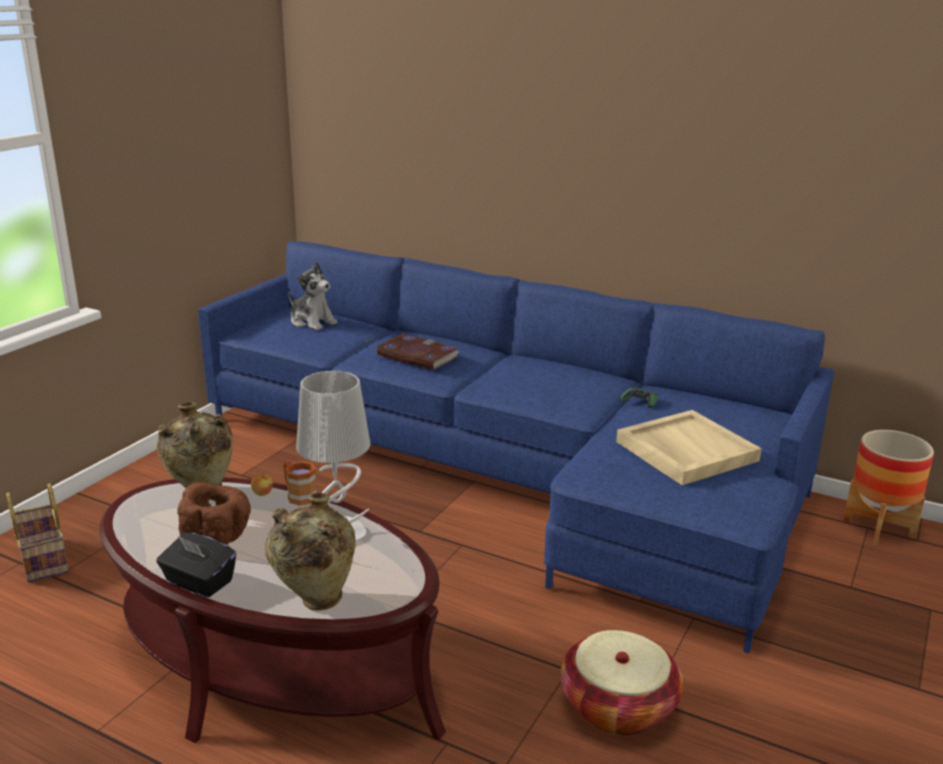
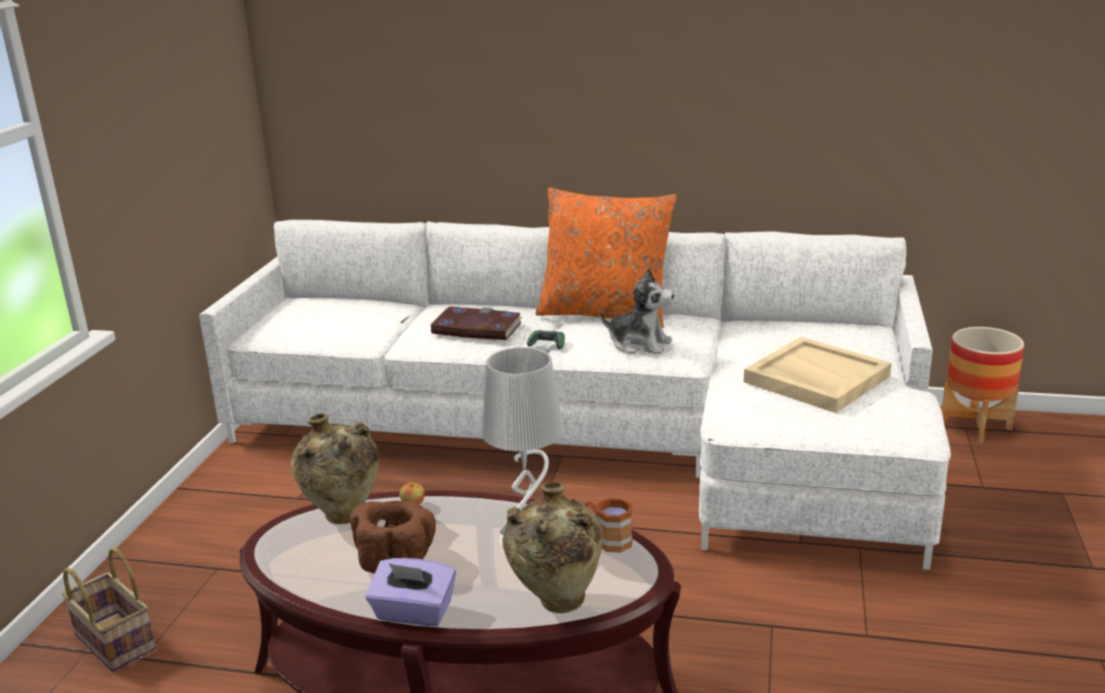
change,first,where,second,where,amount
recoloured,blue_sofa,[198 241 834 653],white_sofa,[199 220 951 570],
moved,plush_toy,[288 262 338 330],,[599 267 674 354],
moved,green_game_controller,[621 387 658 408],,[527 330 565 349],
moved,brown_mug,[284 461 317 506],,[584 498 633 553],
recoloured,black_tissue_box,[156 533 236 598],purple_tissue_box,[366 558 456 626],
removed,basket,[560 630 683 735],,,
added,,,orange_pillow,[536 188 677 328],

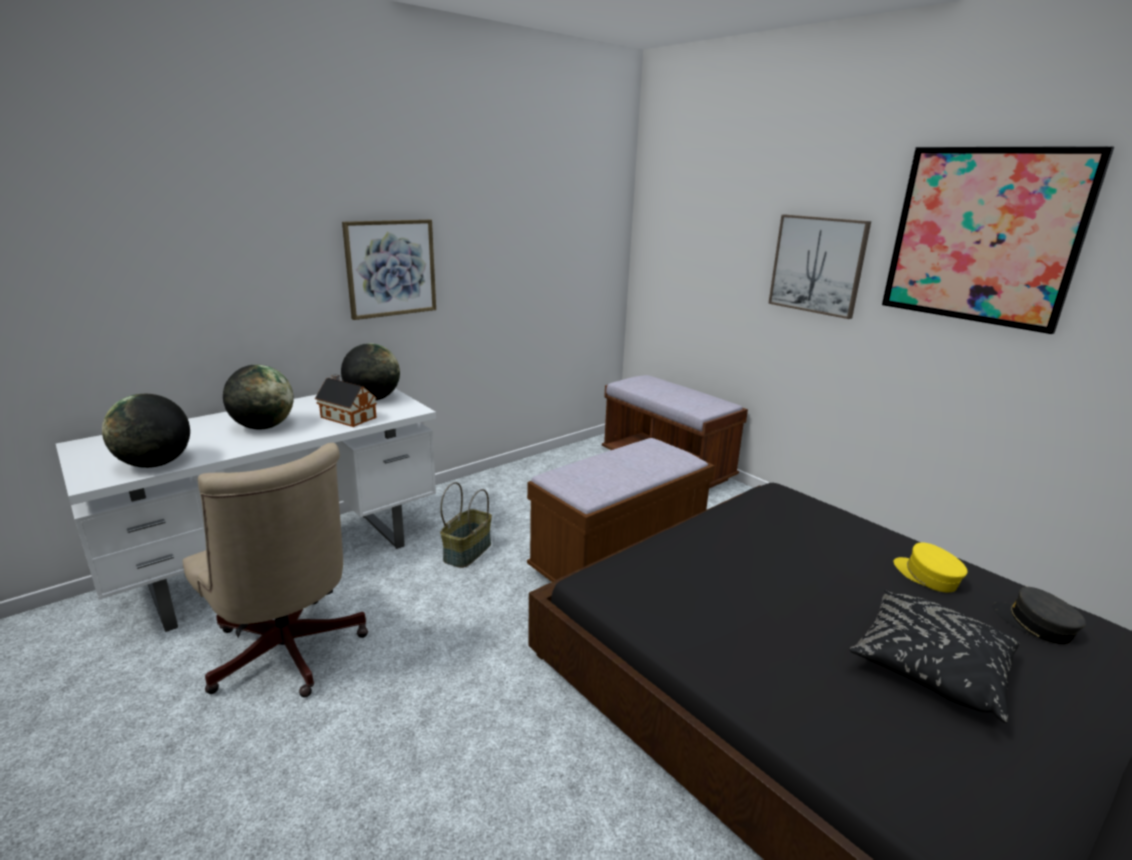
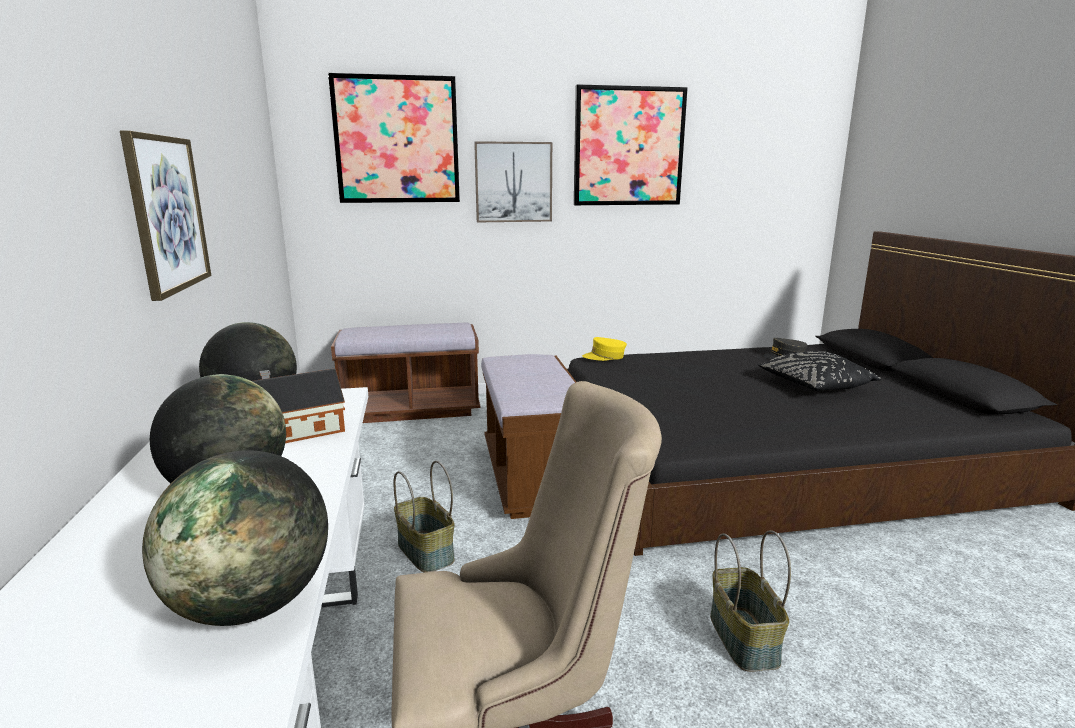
change,first,where,second,where,amount
moved,yellow_cap,[893 542 968 592],,[582 337 627 361],
added,,,picture,[328 73 460 203],
added,,,basket,[710 530 791 672],

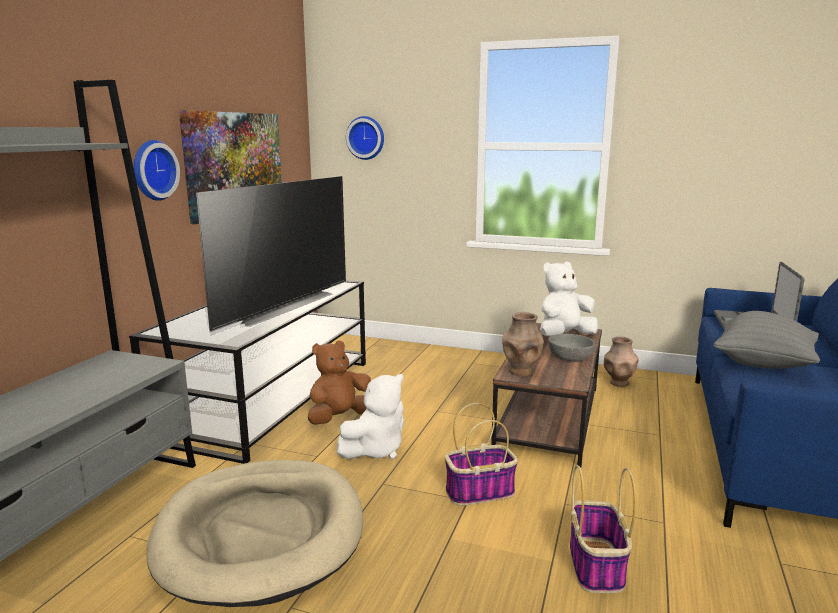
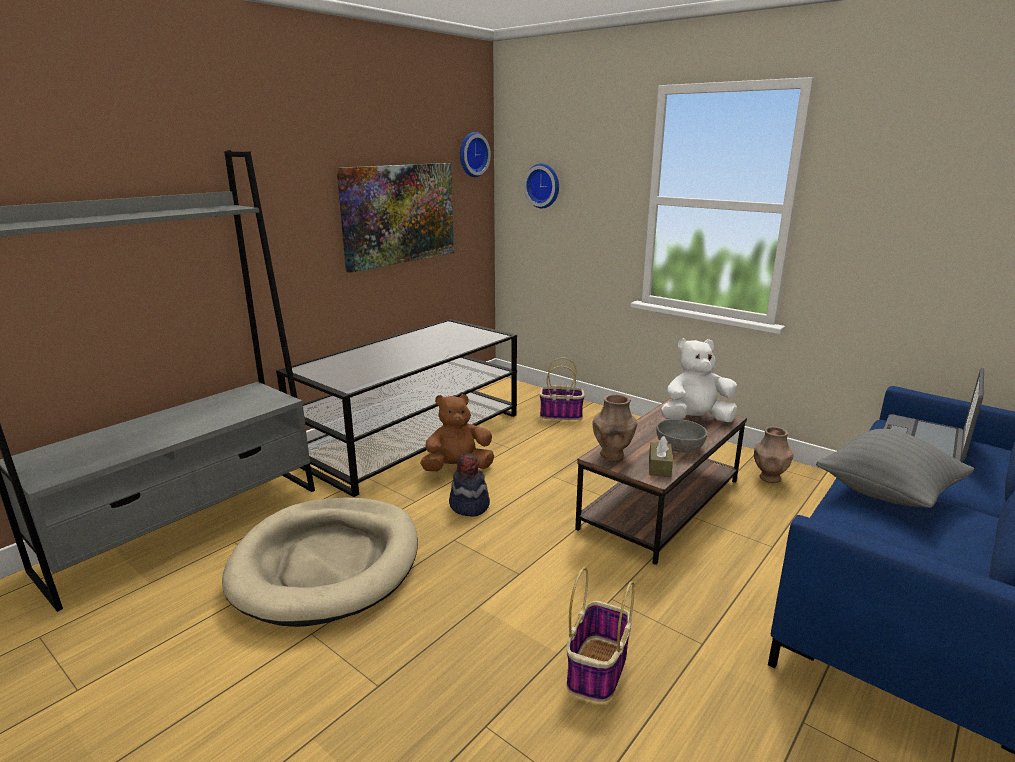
change,first,where,second,where,amount
moved,wall_clock,[134 140 180 201],,[460 132 491 177],
removed,television,[196 176 346 332],,,
replaced,white_plush_toy,[337 374 404 459],hat,[449 453 490 517],
moved,basket,[445 403 518 506],,[540 357 585 420],
added,,,brown_tissue_box,[649 436 673 477],

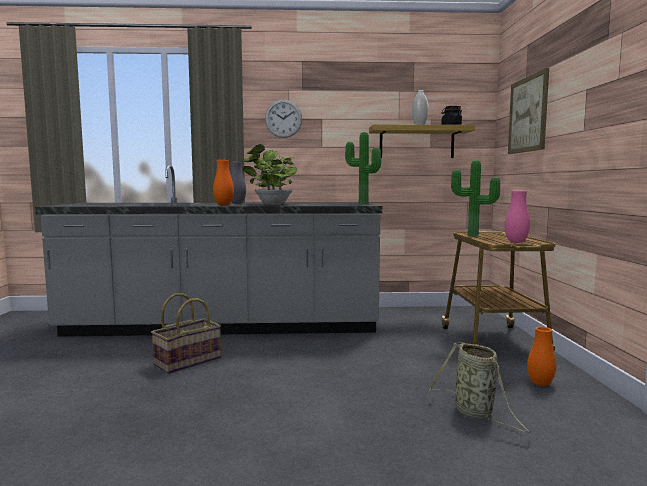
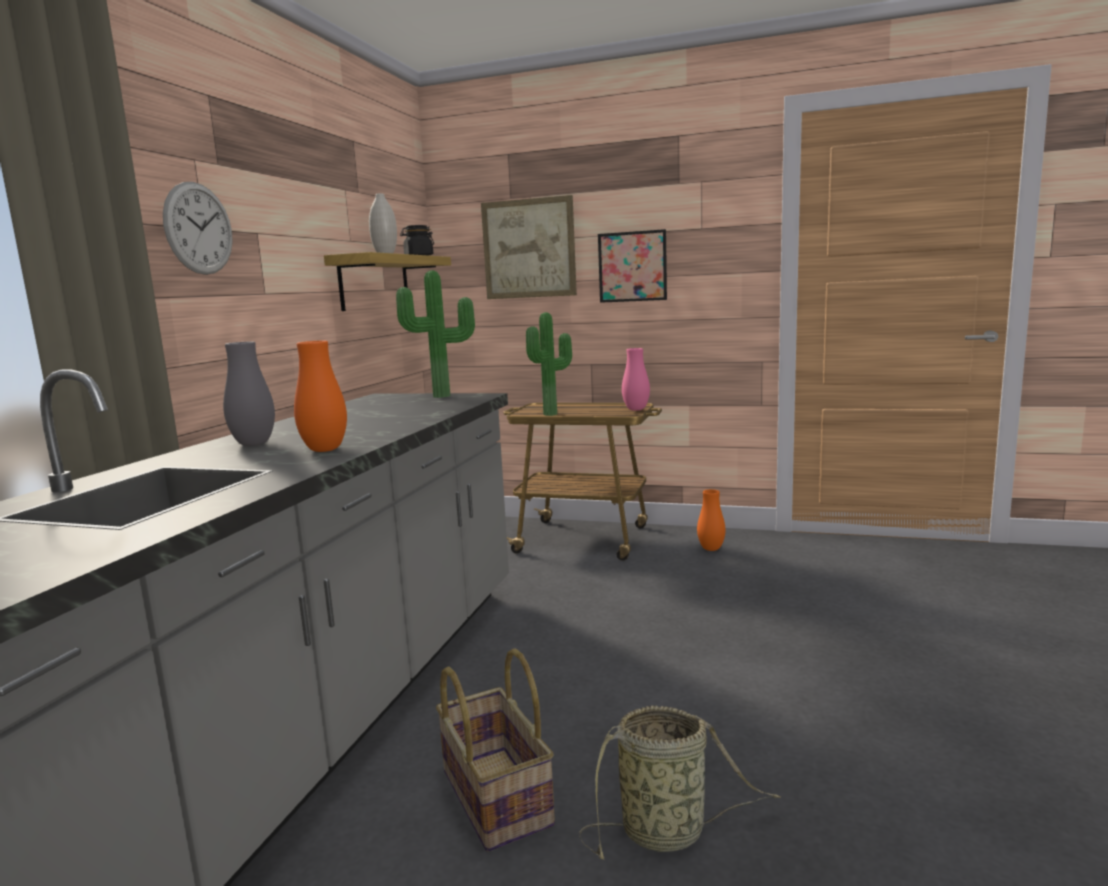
change,first,where,second,where,amount
removed,potted_plant,[243 144 297 205],,,
moved,basket,[429 342 531 433],,[579 705 781 860],
added,,,picture,[598 229 667 303],

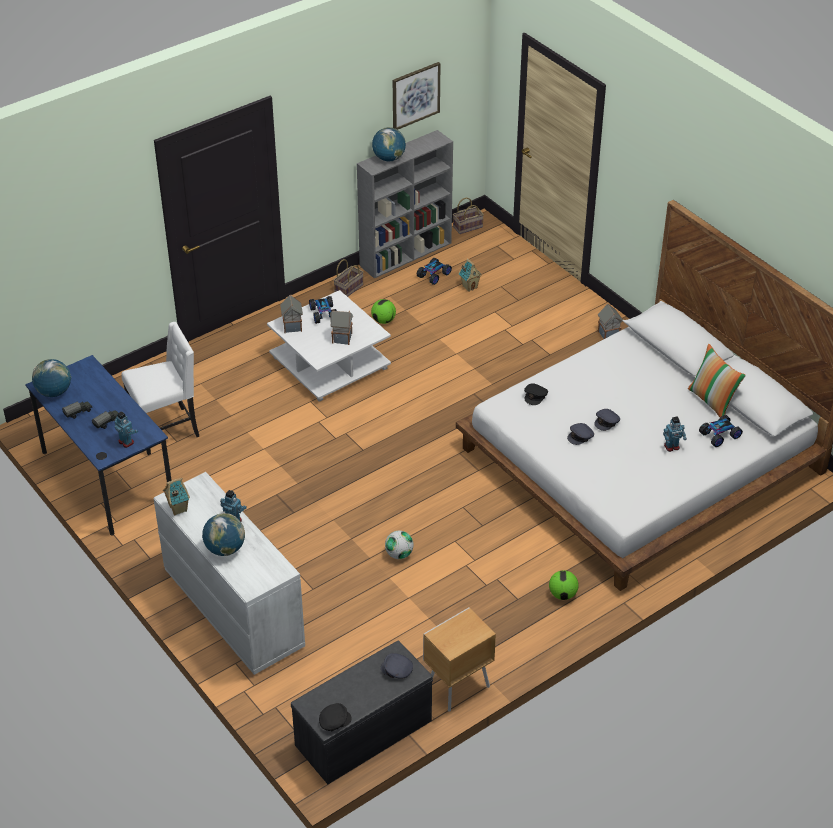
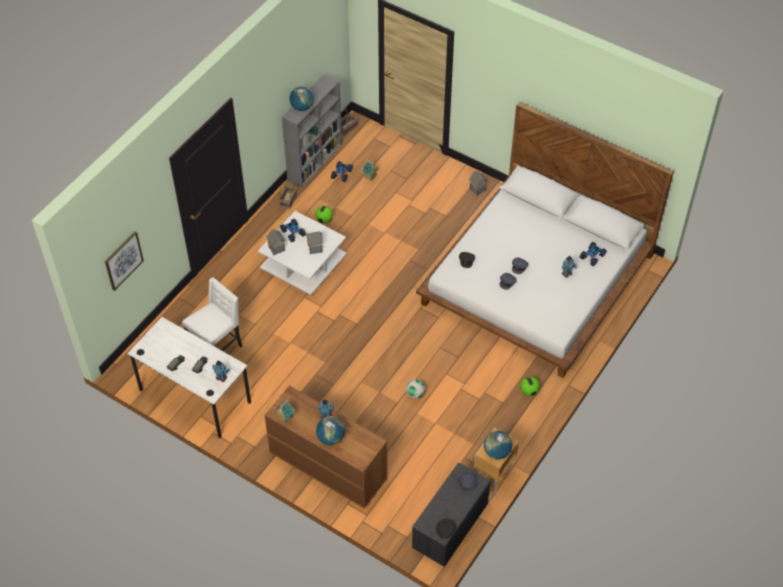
change,first,where,second,where,amount
moved,picture,[393 62 441 130],,[105 231 144 291],
removed,pillow,[688 344 746 417],,,
recoloured,blue_desk,[25 355 172 536],white_desk,[127 317 251 438],
moved,globe,[32 359 71 397],,[484 431 512 459],
recoloured,white_dresser,[153 472 305 675],brown_dresser,[265 385 387 509],

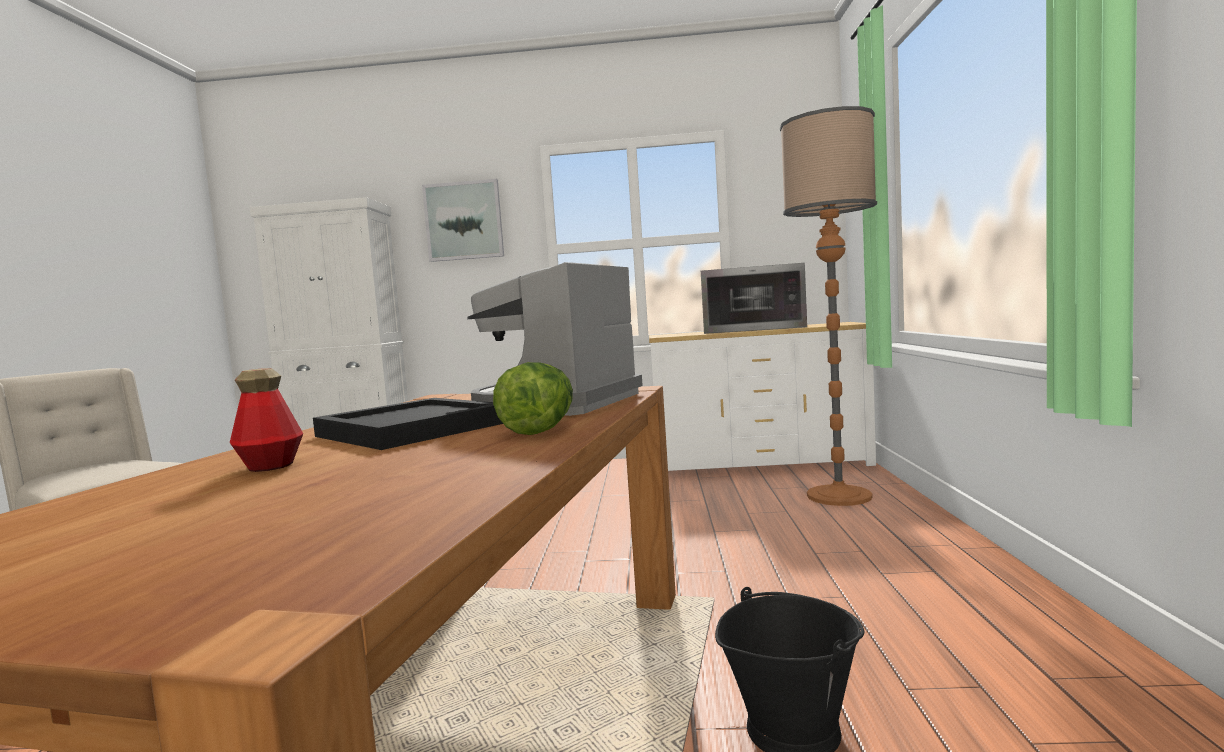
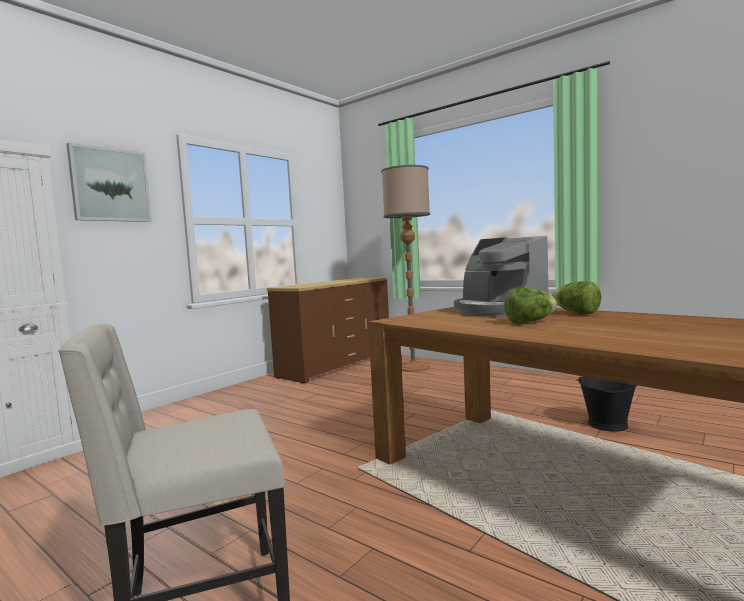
change,first,where,second,where,amount
removed,microwave,[701 263 807 334],,,
recoloured,white_dresser,[649 322 876 471],brown_dresser,[267 277 389 384],
removed,bottle,[230 368 303 472],,,
replaced,black_tray,[313 398 503 450],lettuce,[504 288 557 324],

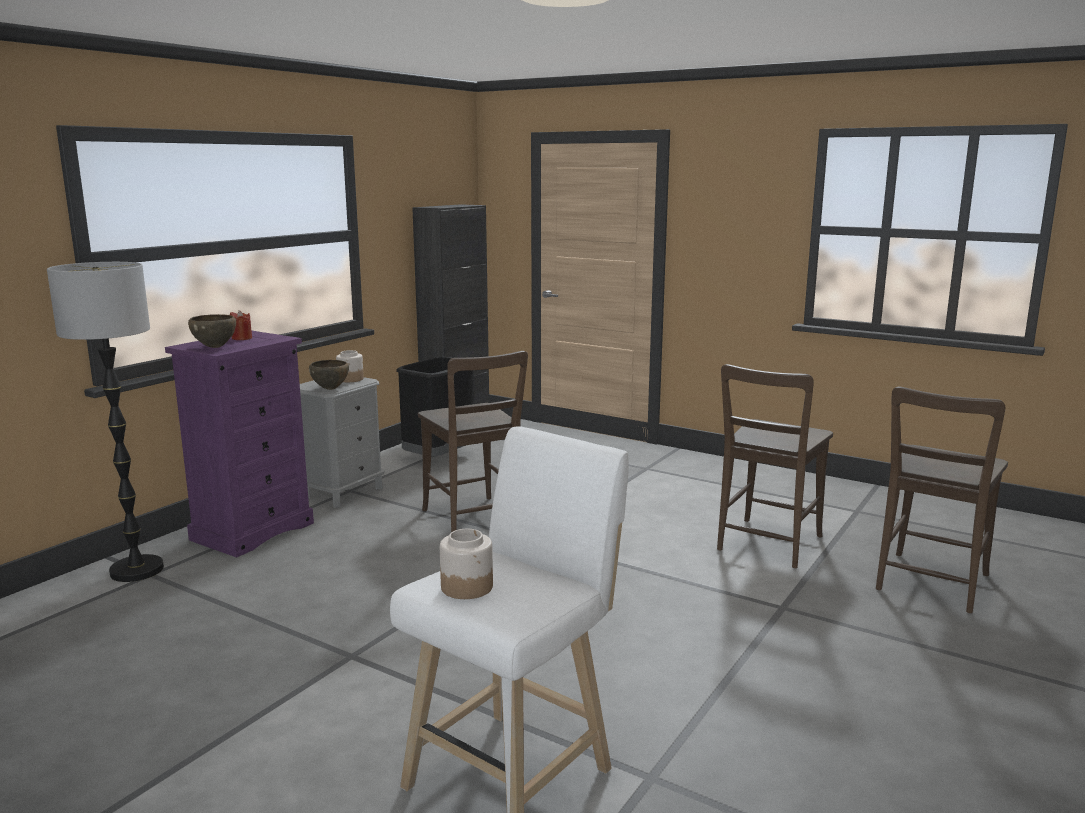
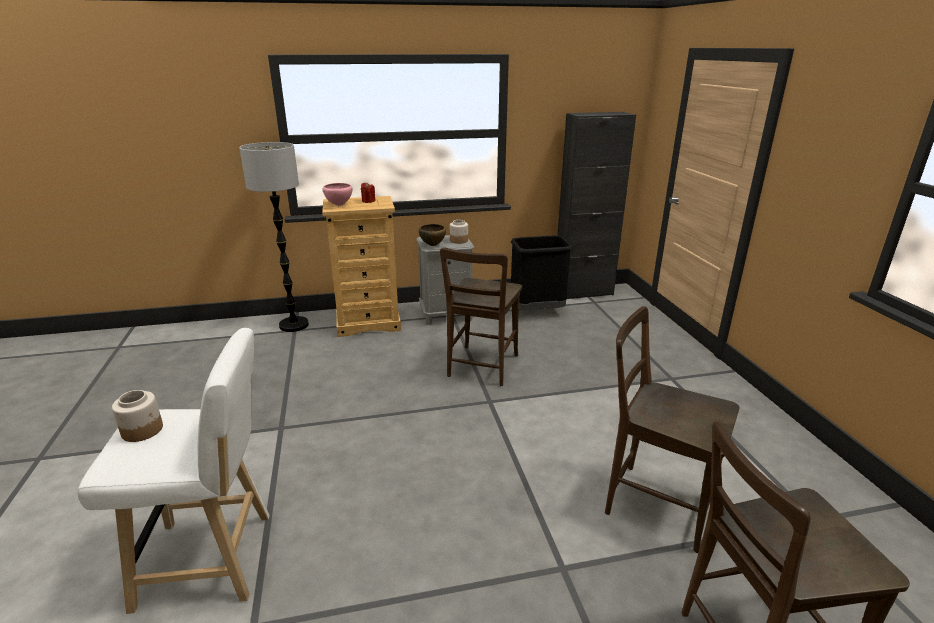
change,first,where,second,where,amount
recoloured,brown_bowl,[188 314 236 348],pink_bowl,[323 183 353 206],
recoloured,purple_dresser,[165 331 314 558],beige_dresser,[322 196 401 337],
turned,brown_chair,[717 364 833 568],,[605 306 739 553],45 degrees clockwise

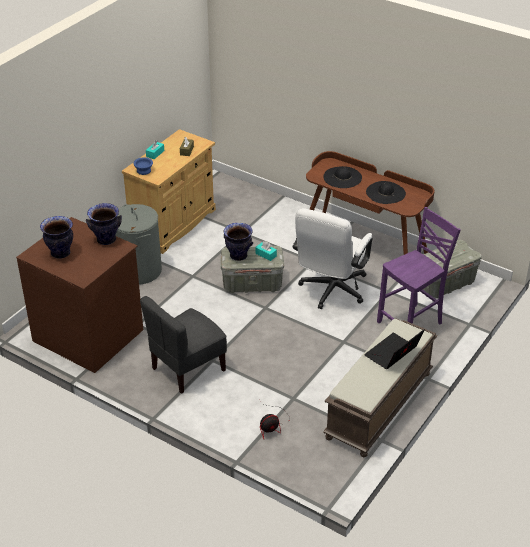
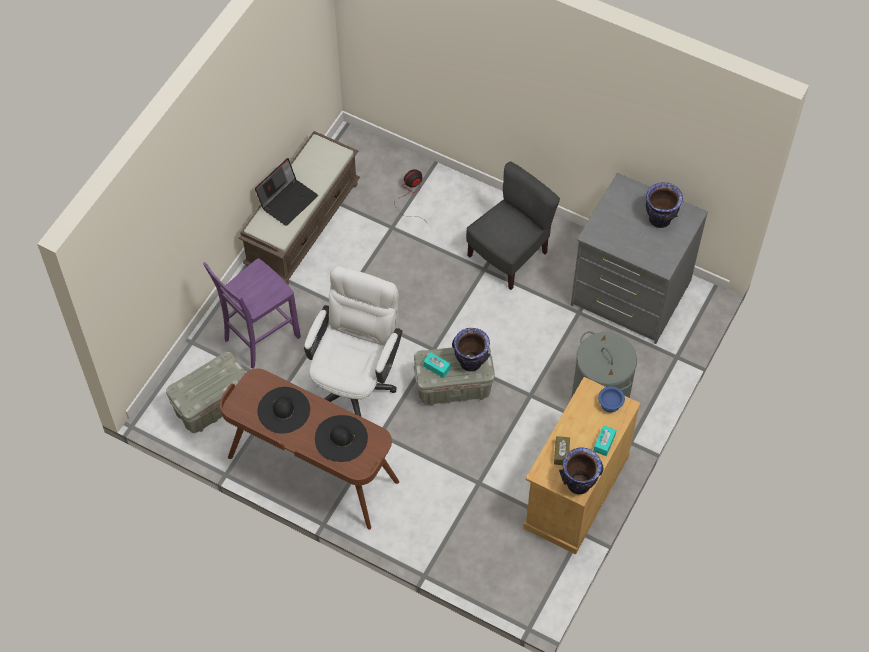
change,first,where,second,where,amount
moved,vase,[86 203 122 245],,[559 447 604 494],
recoloured,brown_dresser,[16 217 143 373],grey_dresser,[571 173 708 344],

